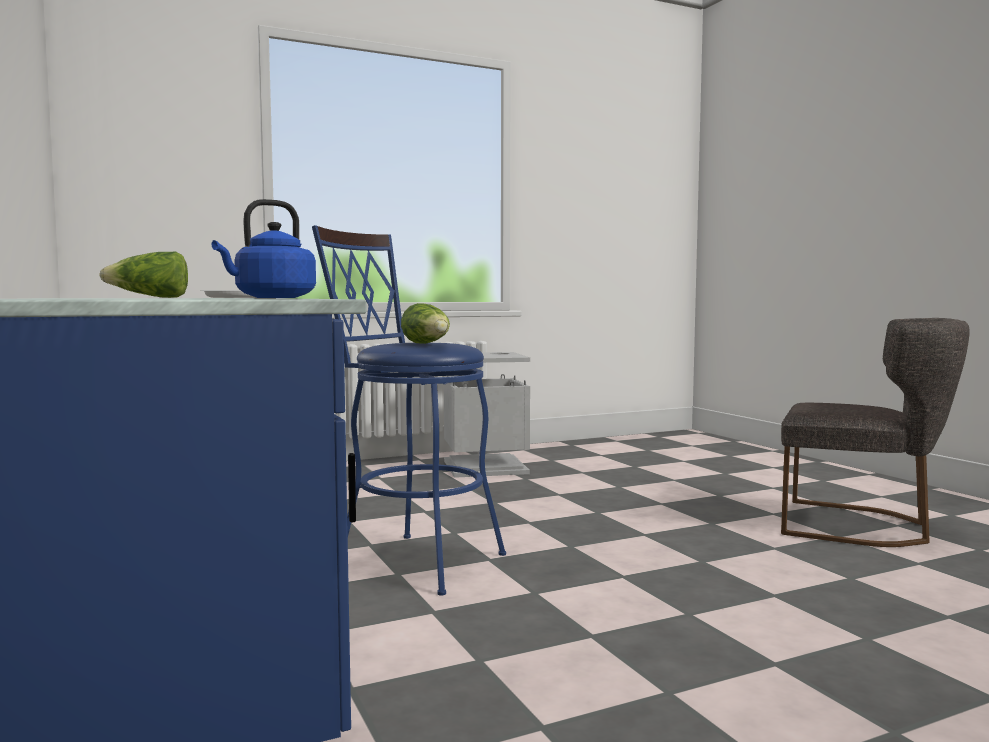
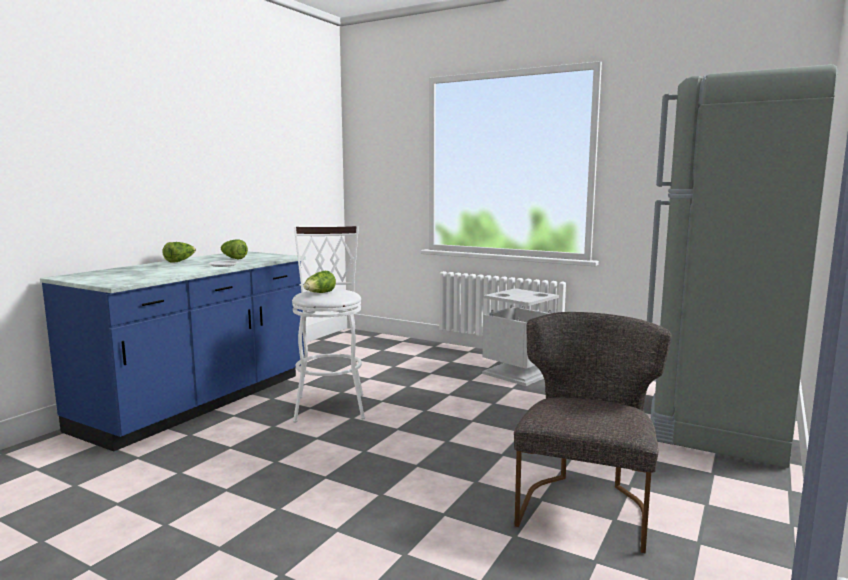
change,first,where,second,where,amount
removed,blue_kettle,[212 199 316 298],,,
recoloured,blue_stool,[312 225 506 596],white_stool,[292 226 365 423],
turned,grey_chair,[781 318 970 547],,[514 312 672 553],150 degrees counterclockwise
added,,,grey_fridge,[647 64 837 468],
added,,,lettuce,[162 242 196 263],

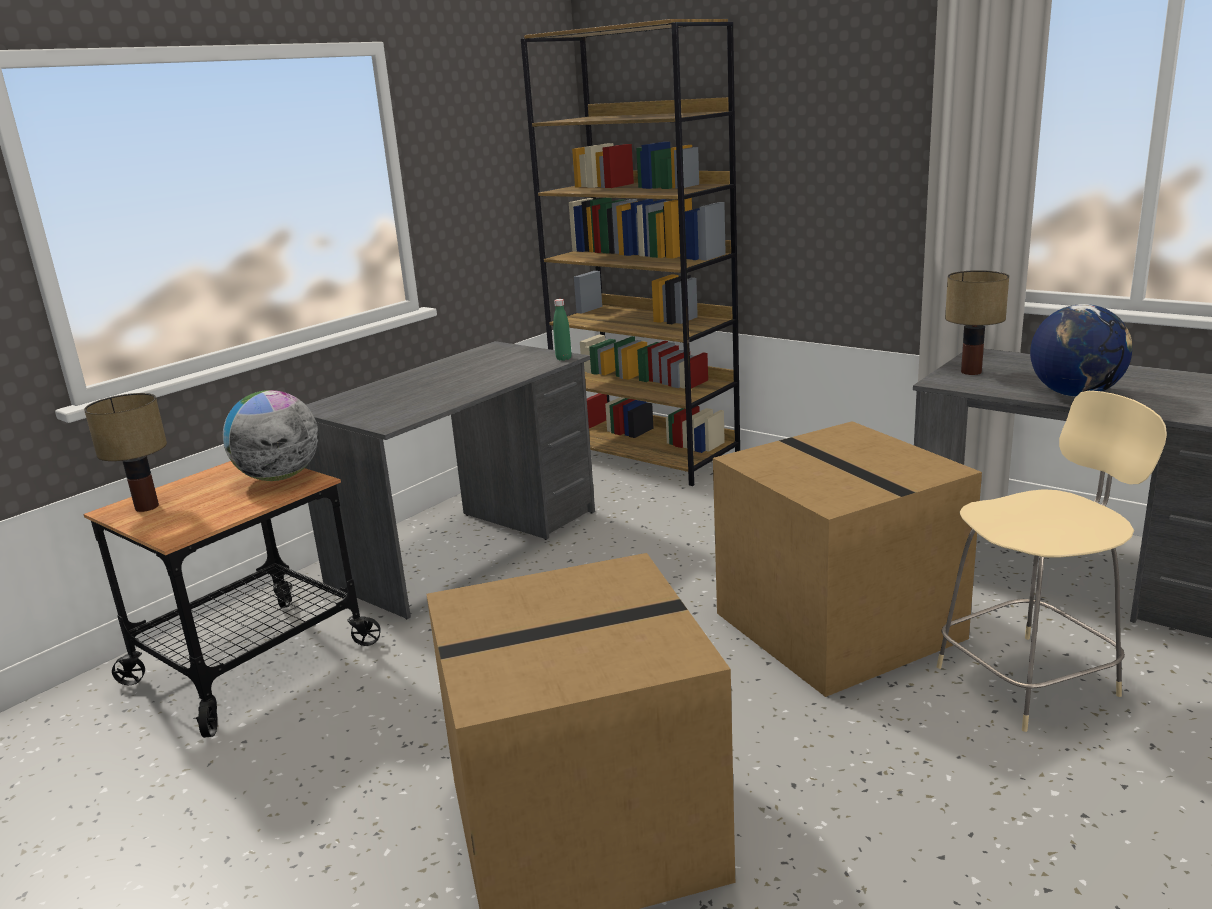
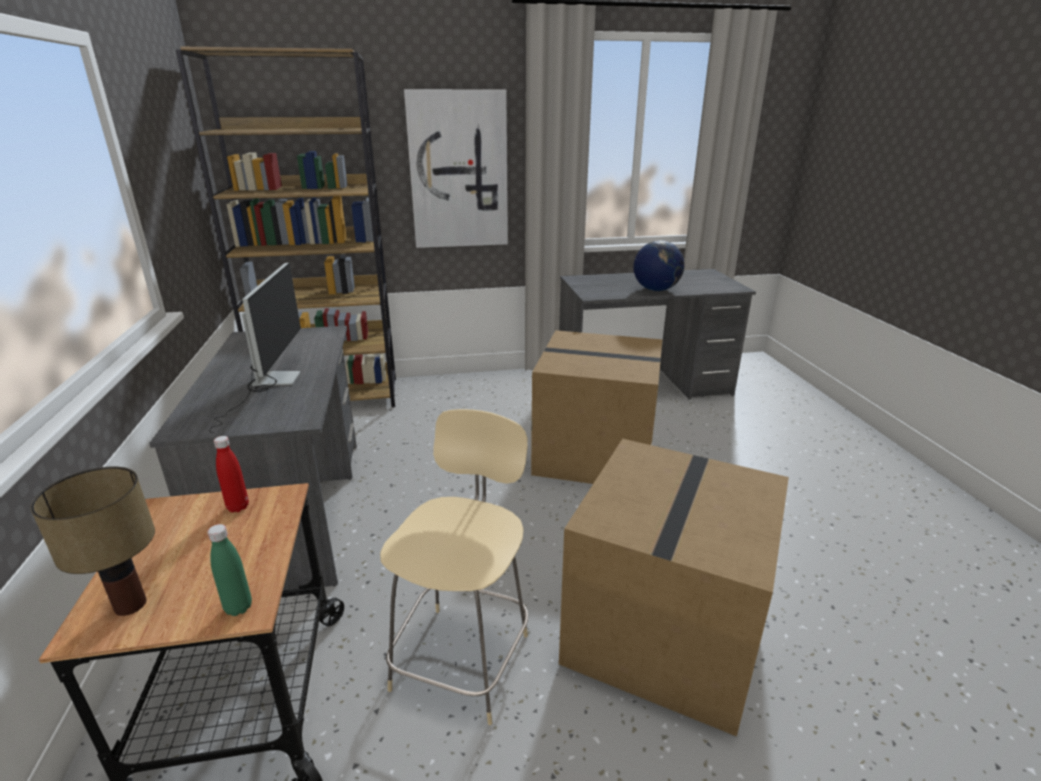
change,first,where,second,where,amount
removed,table_lamp,[945 270 1009 375],,,
moved,green_bottle,[553 299 571 361],,[207 524 252 616],
replaced,globe,[223 390 319 481],red_bottle,[214 436 249 512],
moved,beige_chair,[937 391 1167 732],,[380 409 528 725],
added,,,picture,[404 89 508 248],
added,,,monitor,[209 263 301 433],

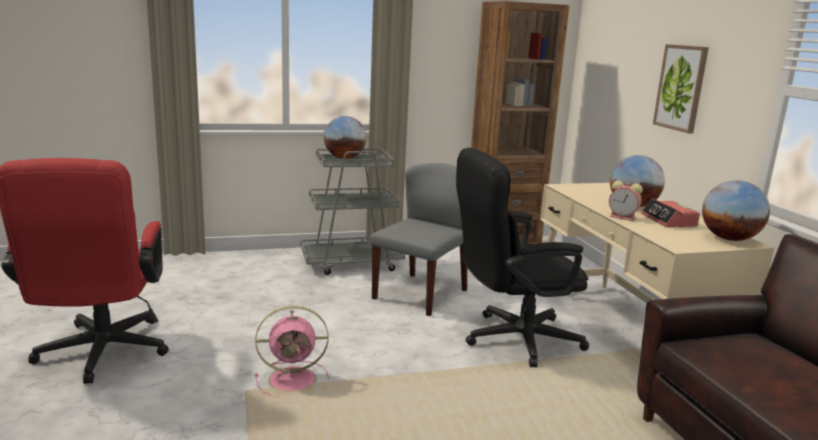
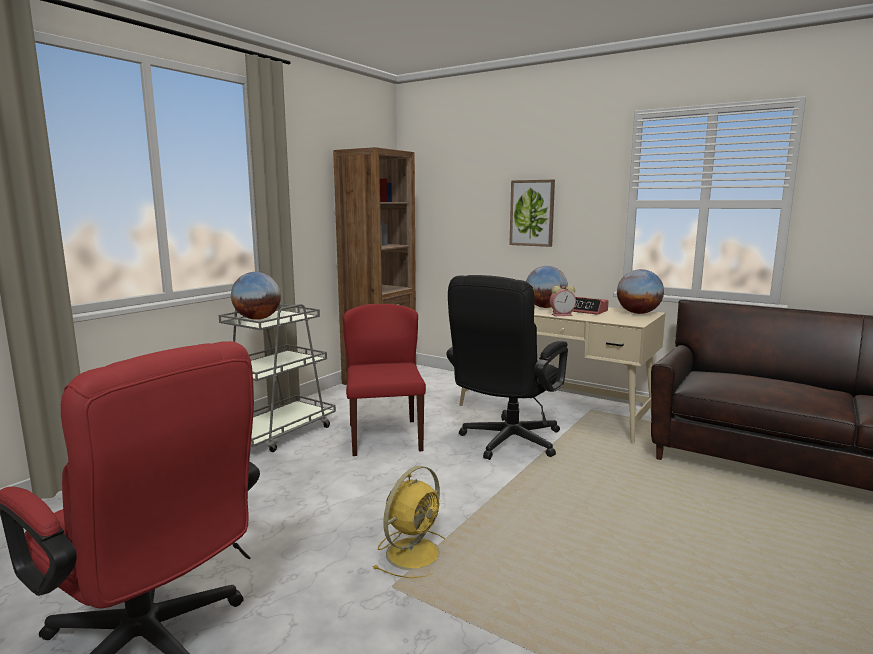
change,first,where,second,where,amount
recoloured,grey_chair,[370 163 467 316],red_chair,[343 304 426 456],
recoloured,pink_fan,[255 306 329 397],yellow_fan,[374 466 446 578],

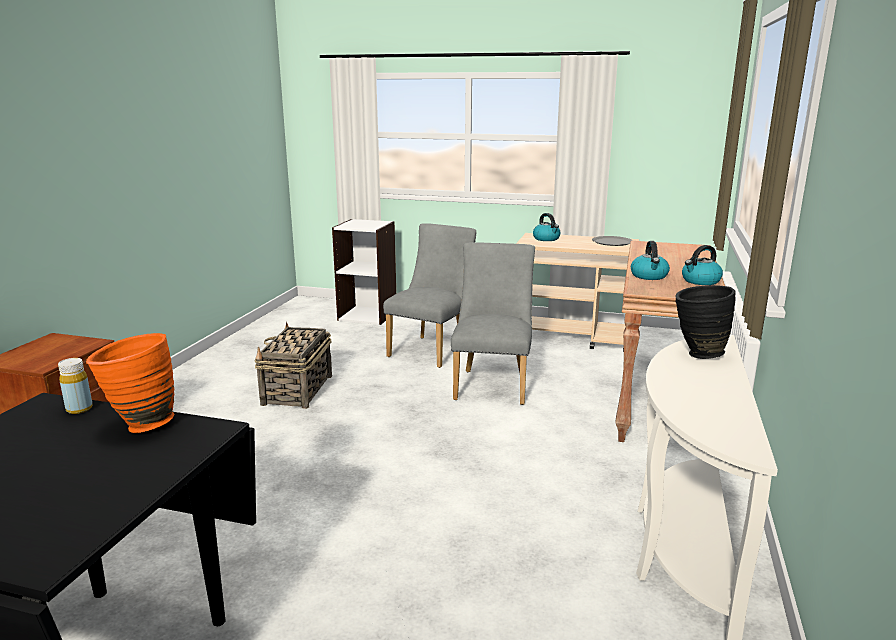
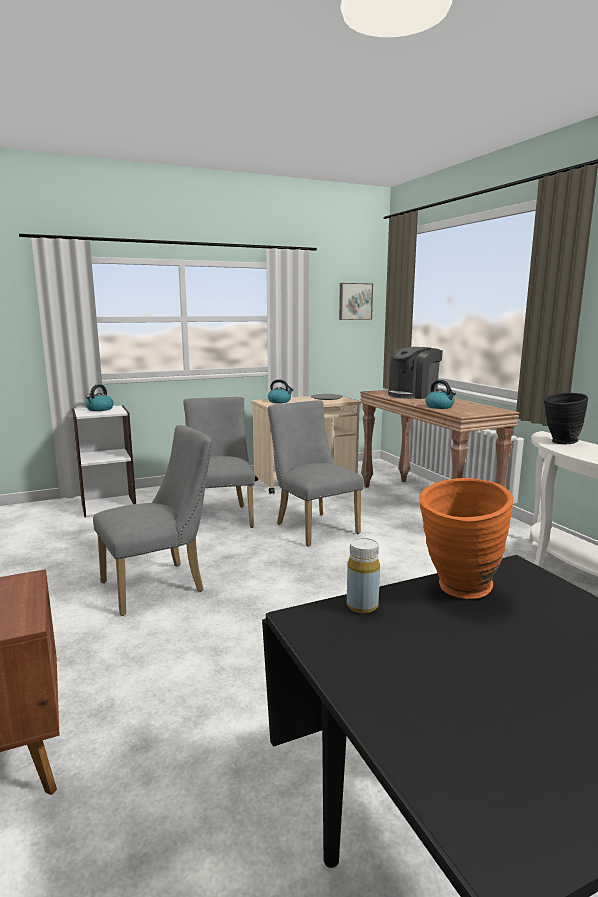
change,first,where,second,where,amount
moved,kettle,[682 245 723 285],,[86 384 113 411],
replaced,basket,[255 322 332 409],grey_chair,[93 425 212 616],
added,,,picture,[339 283 373 320],
added,,,coffee_machine,[388 347 443 399],

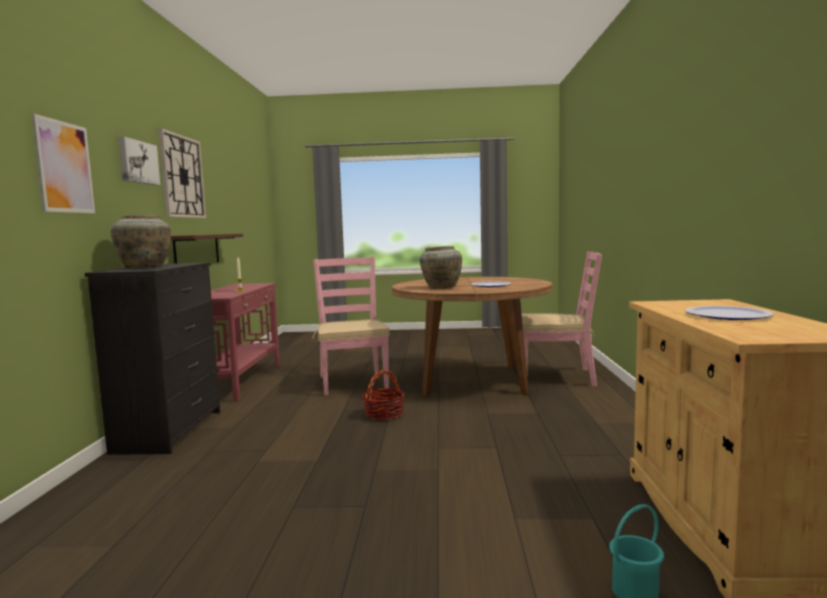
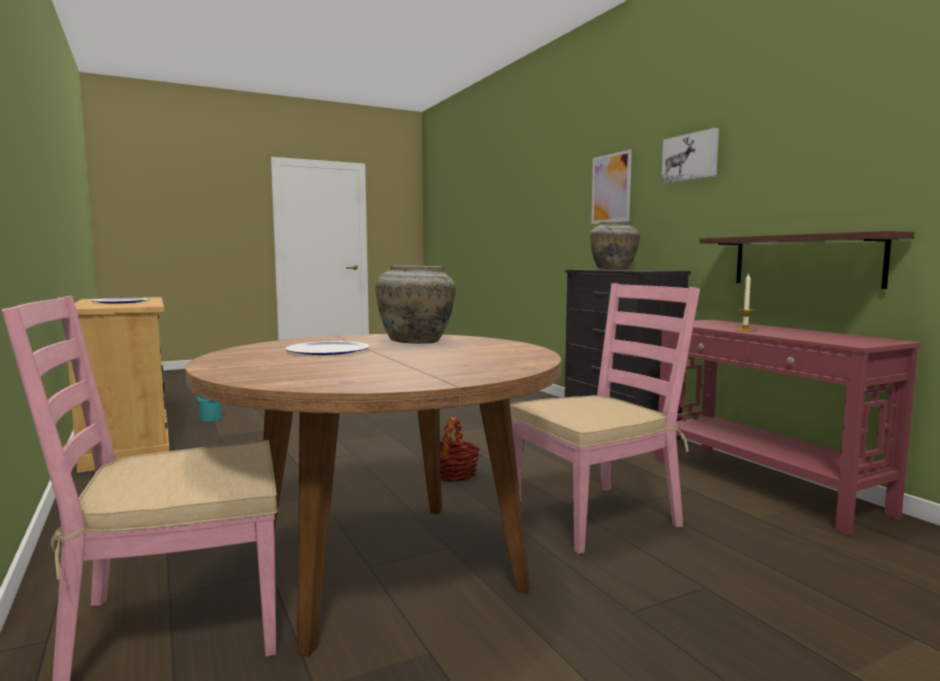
change,first,where,second,where,amount
removed,wall_clock,[158 128 206 218],,,
turned,pink_chair,[312 257 390 395],,[510 283 700 554],75 degrees counterclockwise

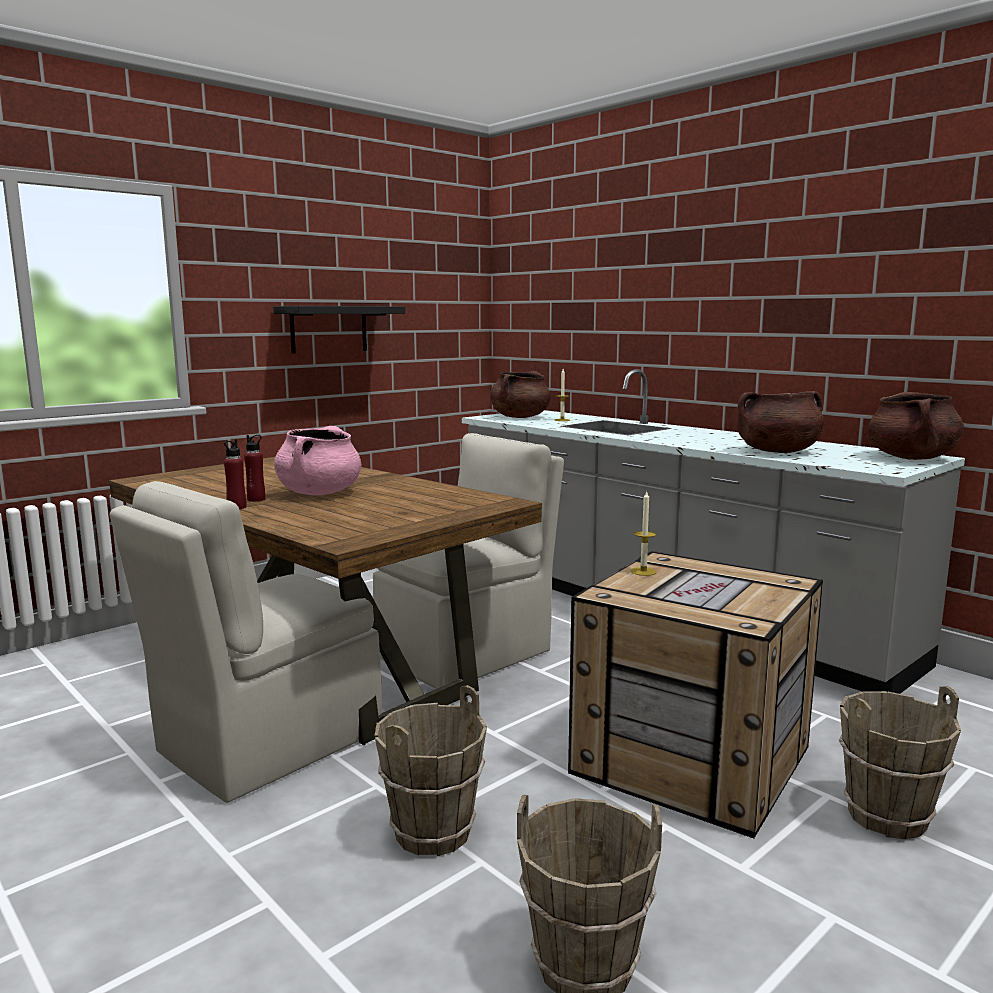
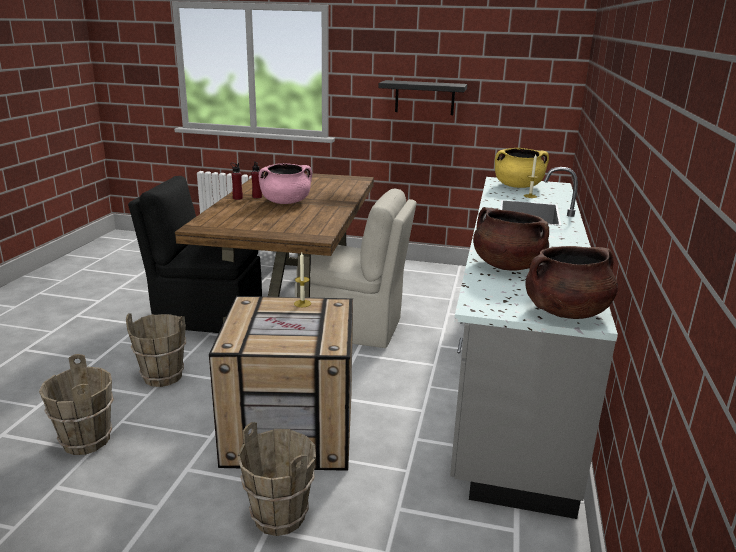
change,first,where,second,where,amount
recoloured,brown_cooking_pot,[490 371 551 418],yellow_cooking_pot,[495 148 549 188],
recoloured,beige_chair,[109 481 382 803],black_chair,[128 176 262 333],

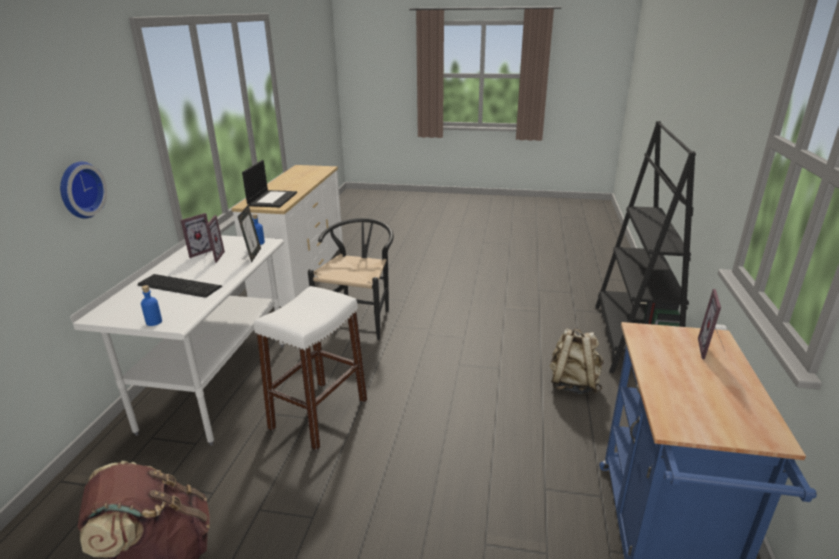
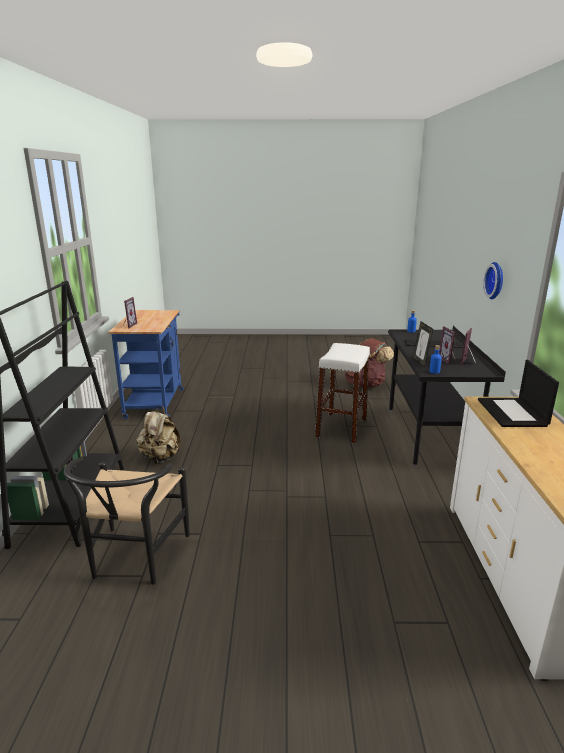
change,first,where,second,where,amount
moved,black_chair,[308 218 394 340],,[64 457 189 584],
recoloured,white_desk,[70 235 284 446],black_desk,[388 326 506 467],

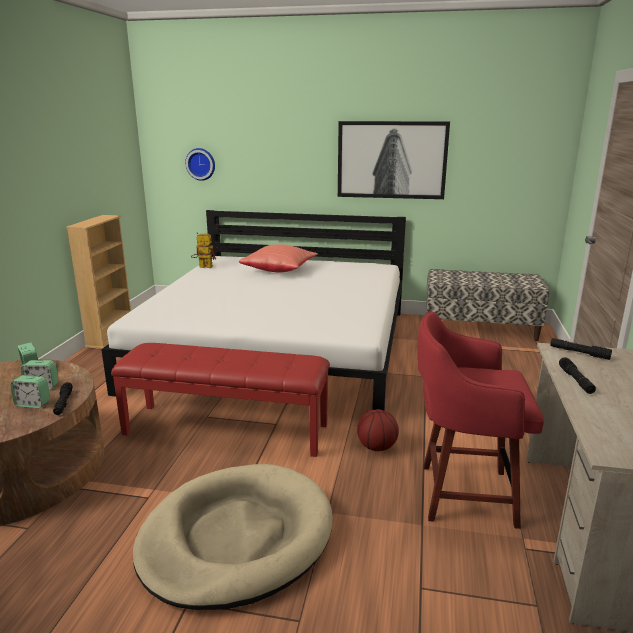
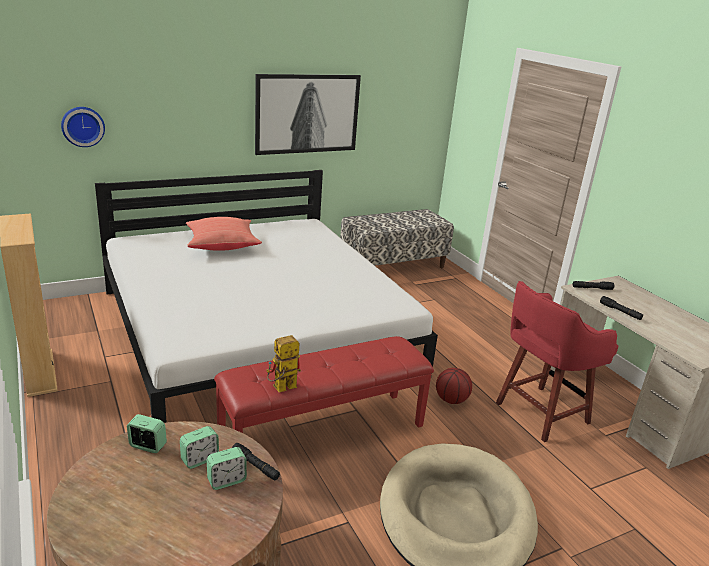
change,first,where,second,where,amount
moved,toy_robot,[191 232 216 268],,[266 335 301 392],

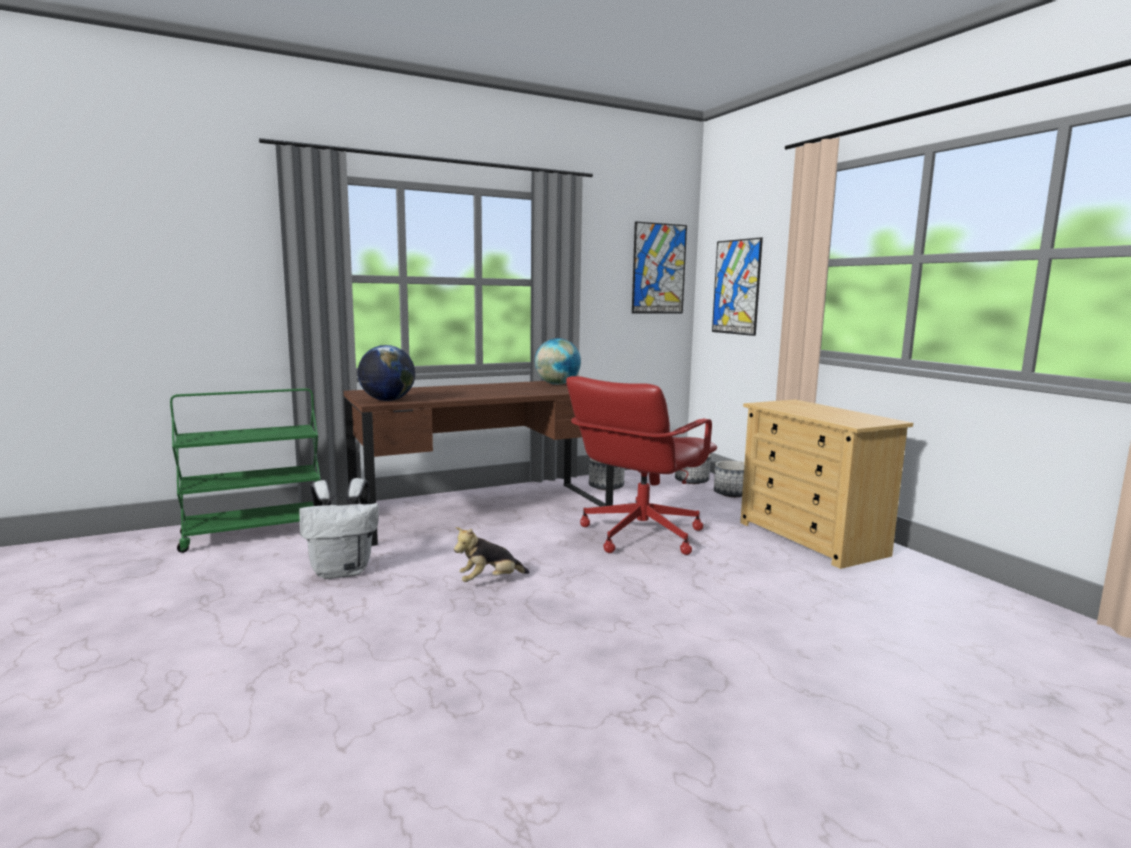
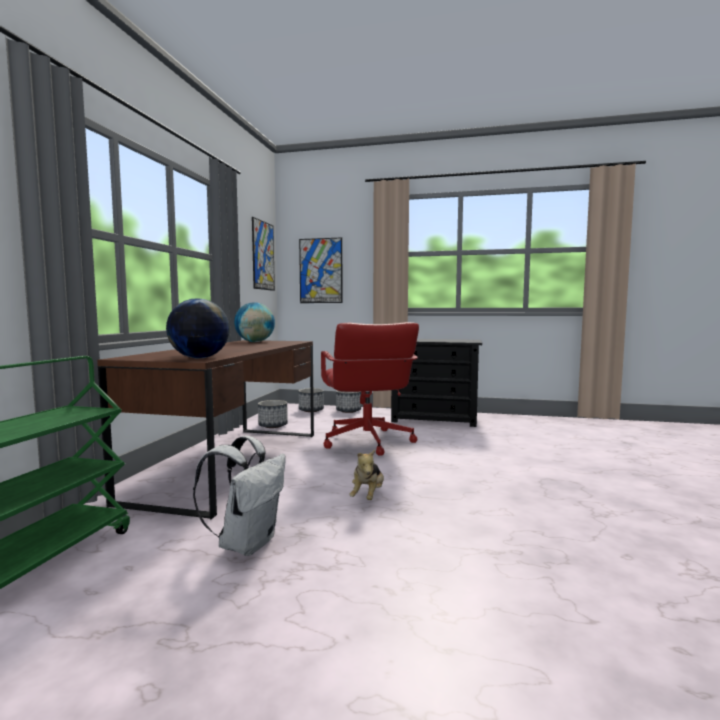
change,first,where,second,where,amount
recoloured,beige_dresser,[740 399 913 569],black_dresser,[391 339 482 427],

